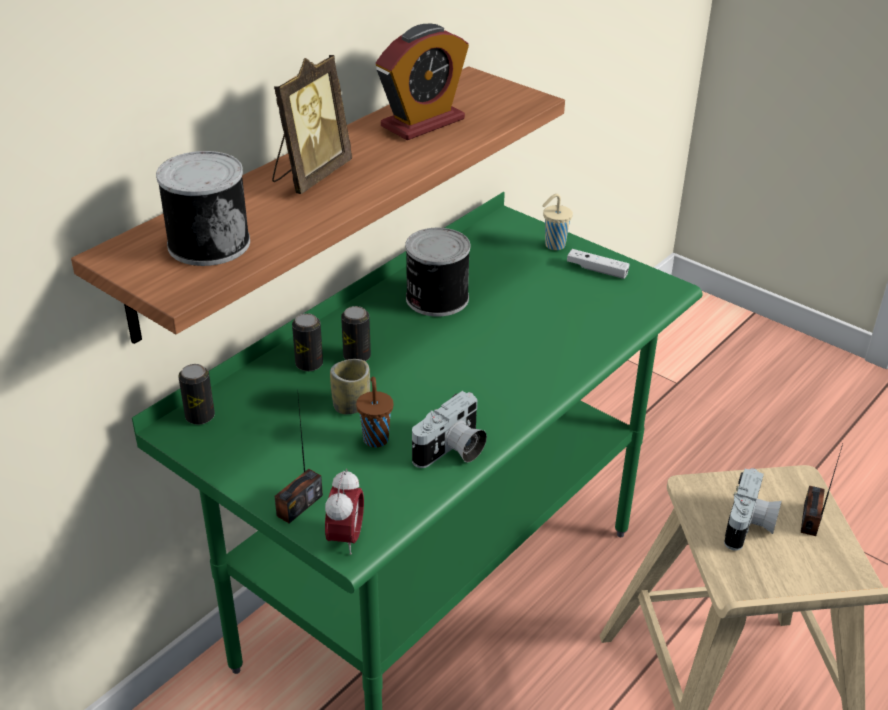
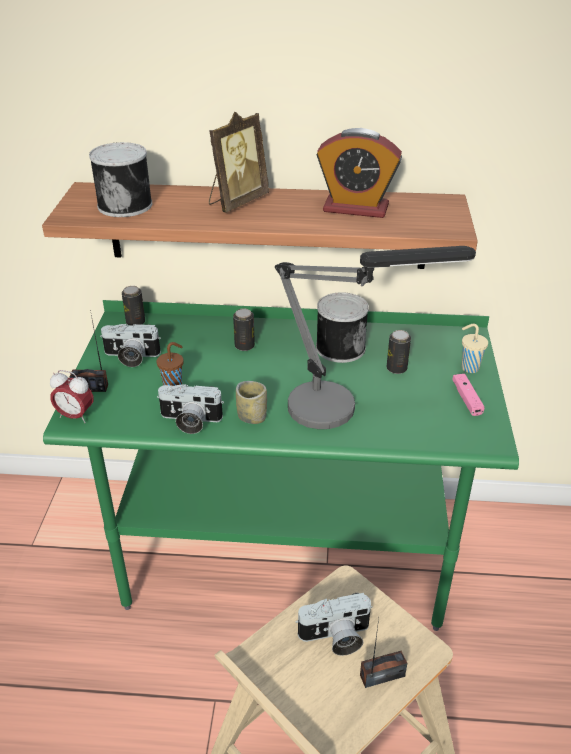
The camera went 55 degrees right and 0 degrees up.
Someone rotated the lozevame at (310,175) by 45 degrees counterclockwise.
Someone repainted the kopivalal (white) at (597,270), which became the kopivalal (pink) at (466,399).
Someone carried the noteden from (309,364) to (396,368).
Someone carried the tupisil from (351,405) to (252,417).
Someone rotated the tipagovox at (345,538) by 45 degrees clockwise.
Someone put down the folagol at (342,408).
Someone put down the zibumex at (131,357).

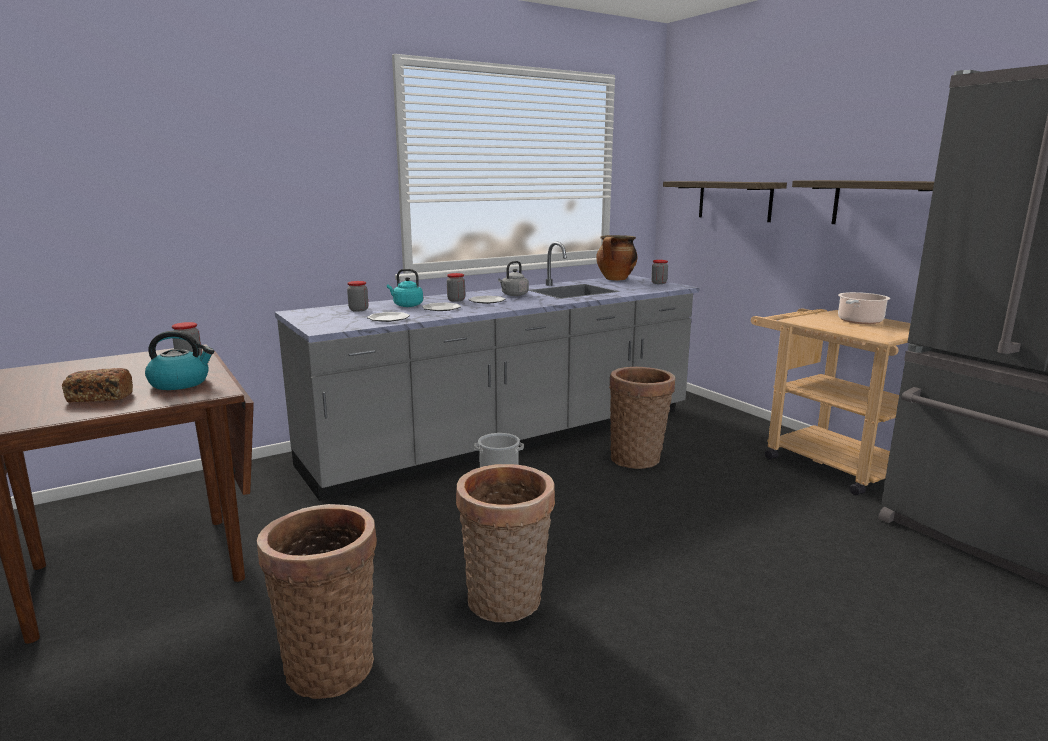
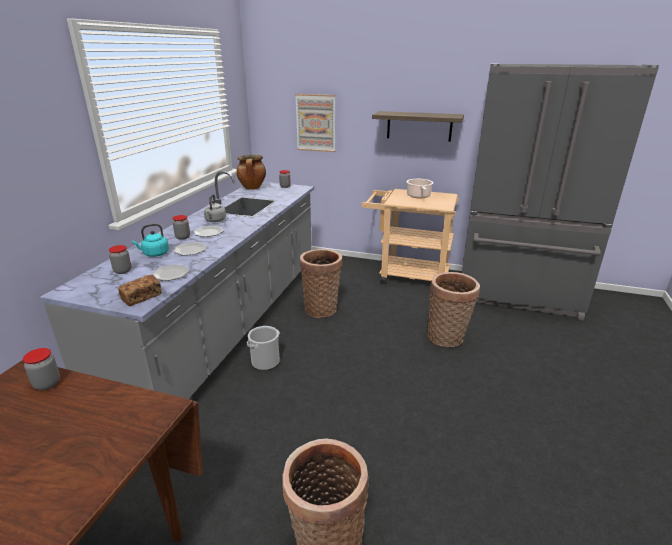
The camera went 40 degrees left and 10 degrees up.
Someone swapped the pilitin at (734,200) for the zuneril at (316,123).
Someone took away the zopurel at (181,383).
Someone carried the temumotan from (100,397) to (142,297).
Someone carried the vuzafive from (506,603) to (448,337).

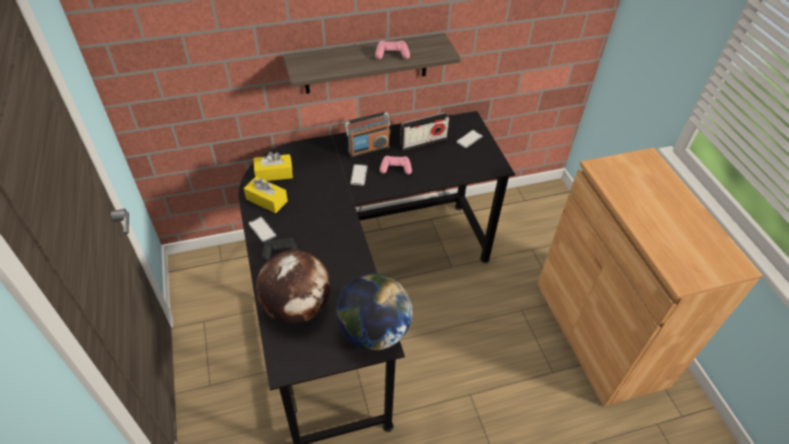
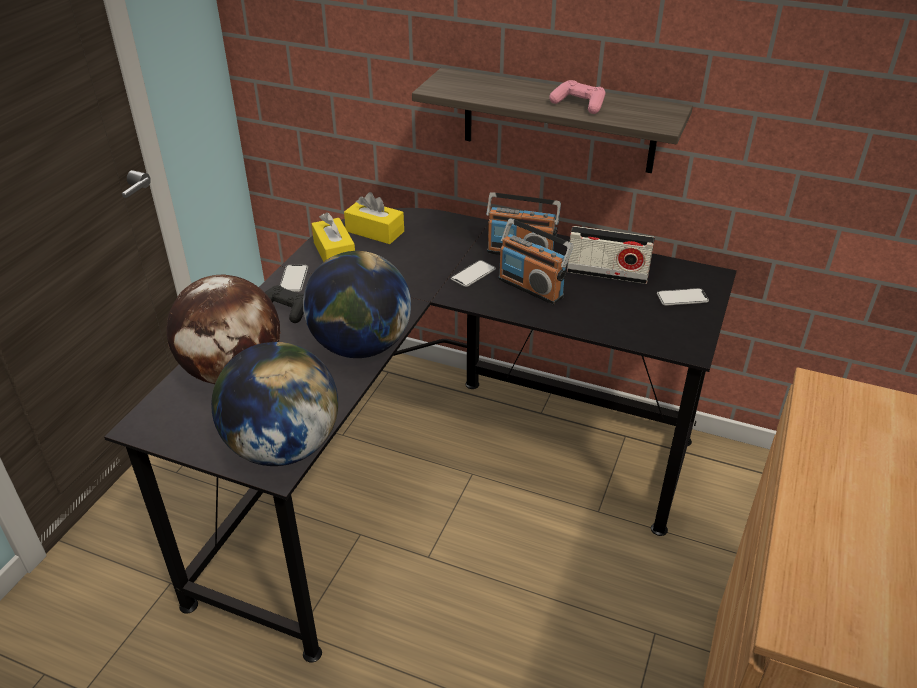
The camera went 40 degrees right and 10 degrees down.
Someone swapped the kopivalal (pink) at (395,168) for the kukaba at (531,287).
Someone put down the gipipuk at (360,346).

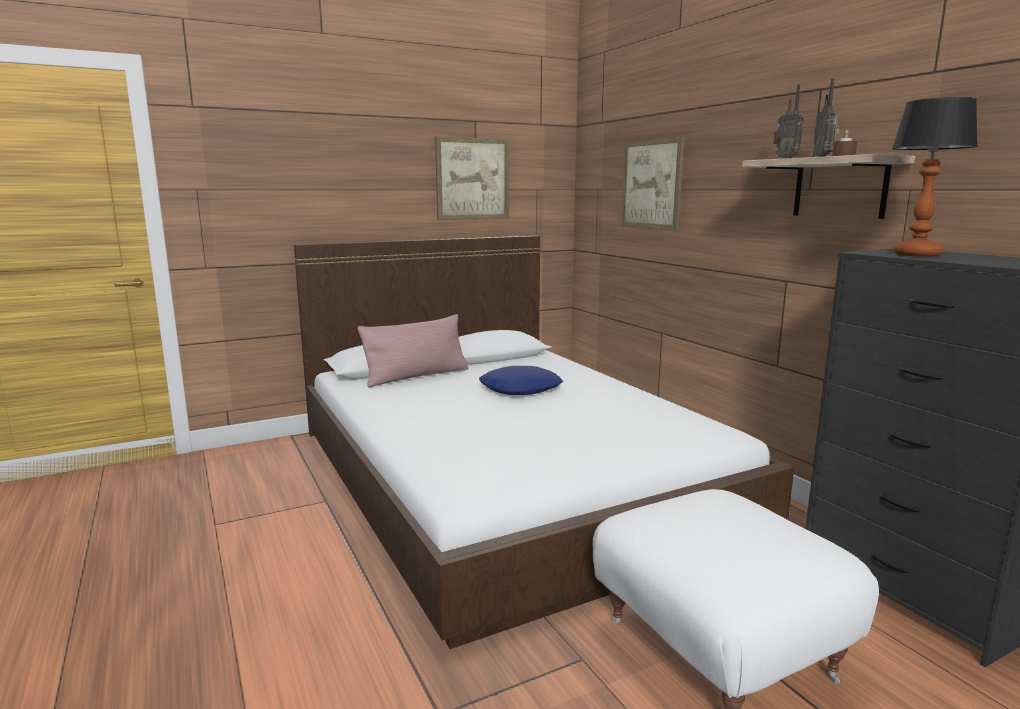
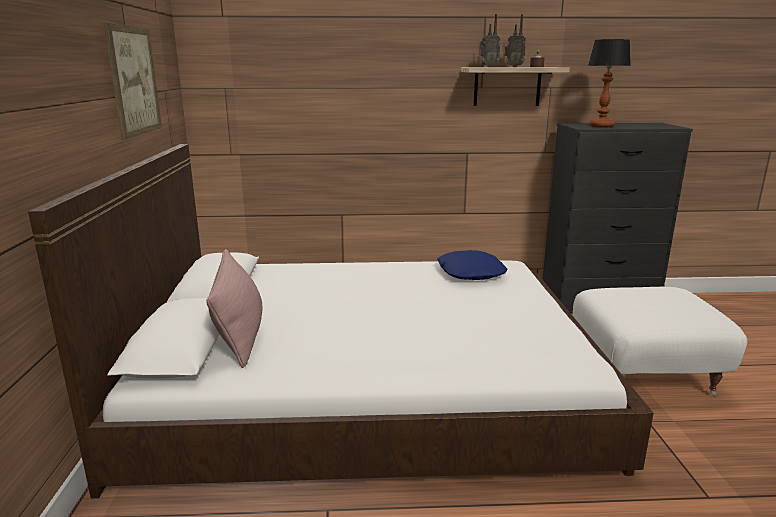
The camera went 65 degrees left and 5 degrees up.
Someone took away the zuneril at (651,184).
Someone carried the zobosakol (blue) from (520,389) to (470,273).

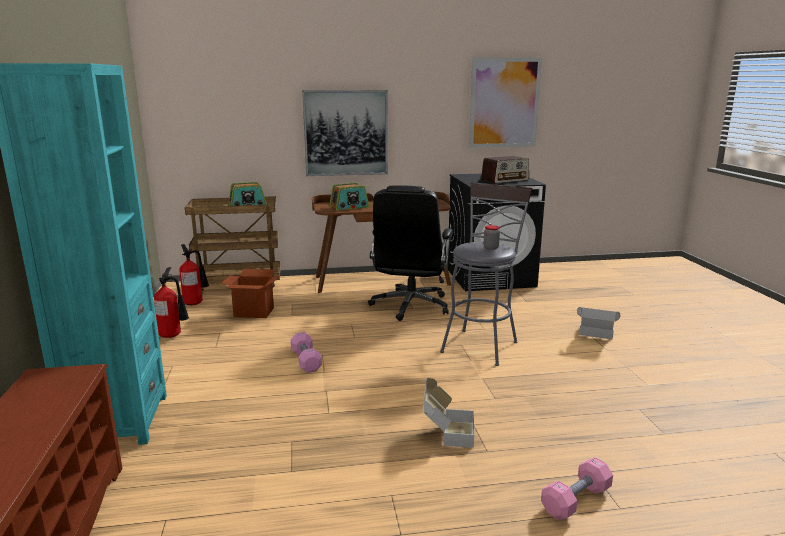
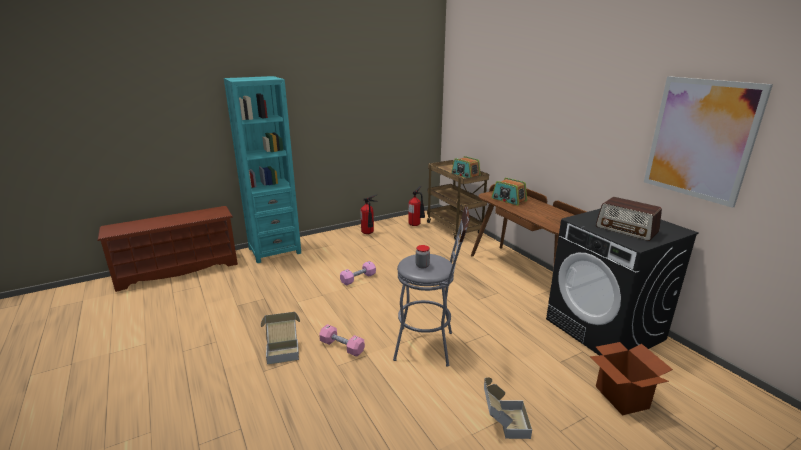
The camera went 70 degrees right and 5 degrees up.
Someone took away the zuneril at (346,133).
Someone took away the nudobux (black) at (410,306).
Someone carried the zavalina from (253,312) to (621,397).
Someone carried the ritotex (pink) from (576,500) to (342,347).

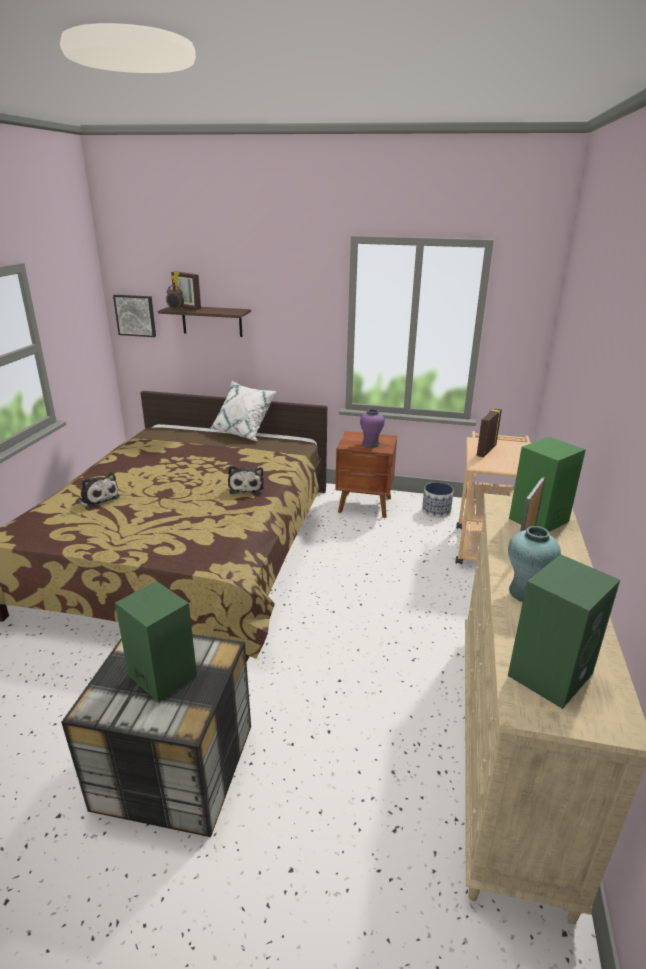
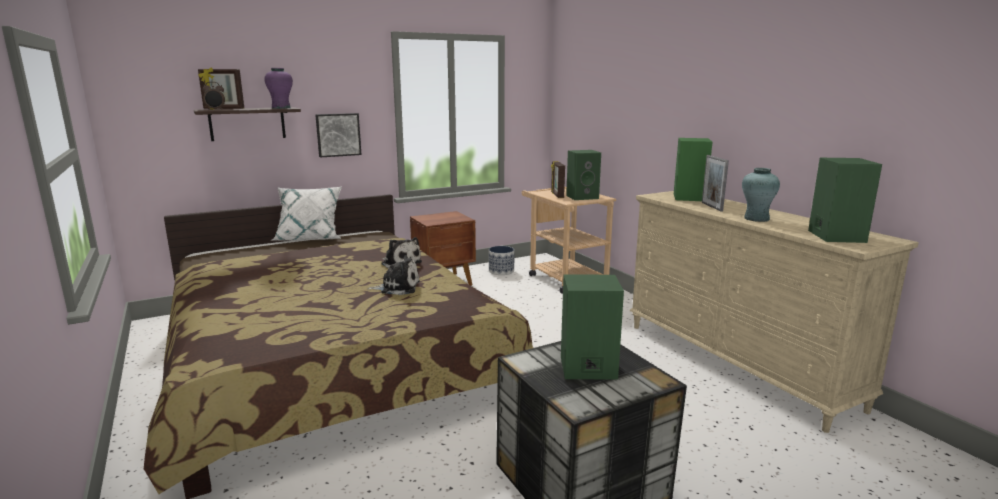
The camera went 40 degrees left and 10 degrees down.
Someone carried the zuneril from (135,315) to (338,134).
Someone carried the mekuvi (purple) from (370,444) to (281,108).
Someone carried the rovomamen from (98,498) to (397,287).
Someone put down the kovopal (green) at (582,197).

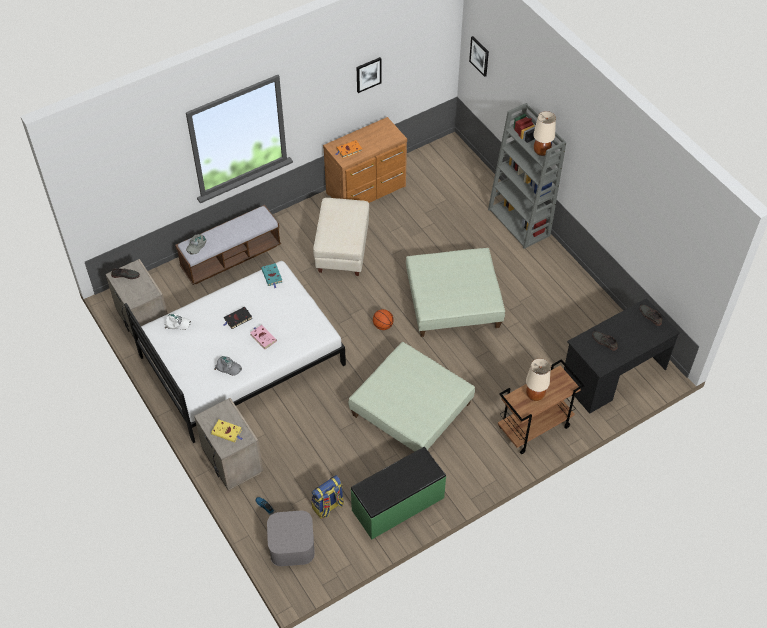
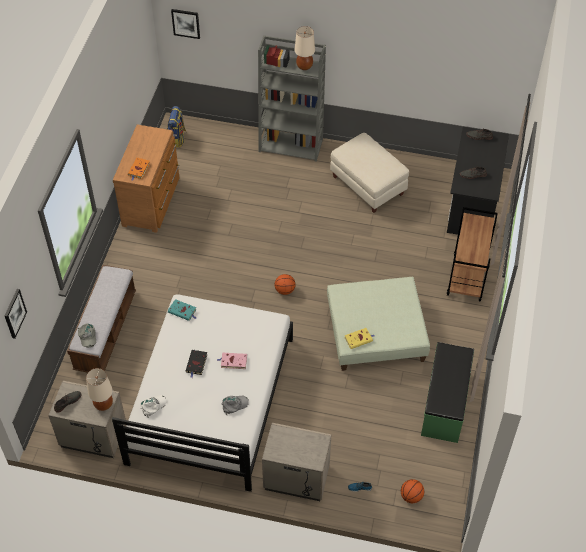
The camera went 45 degrees left and 0 degrees up.
Someone carried the zuneril from (368,74) to (14,313).
Someone carried the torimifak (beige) from (343,249) to (368,185).
Someone took away the torimifak (green) at (452,302).
Someone carried the folagol (beige) from (535,395) to (103,404).
Someone carried the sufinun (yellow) from (227,432) to (359,339).
Someone carried the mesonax from (328,506) to (177,139).
Someone swapped the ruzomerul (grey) at (291,545) for the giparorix at (411,496).

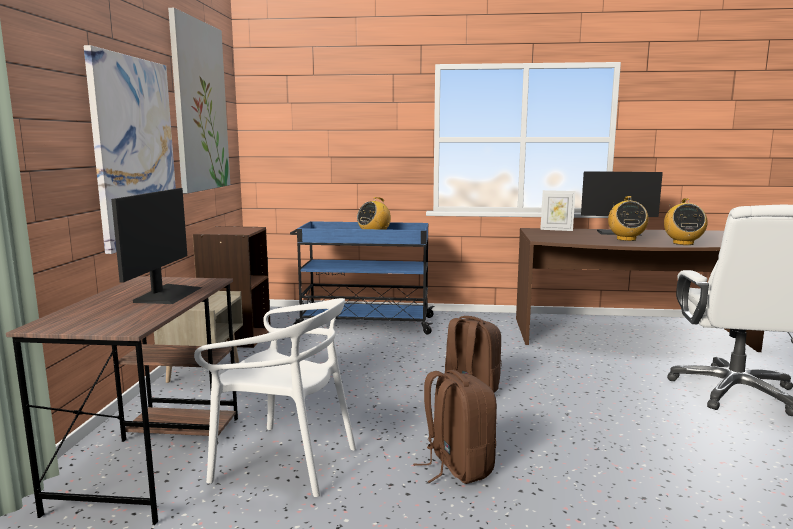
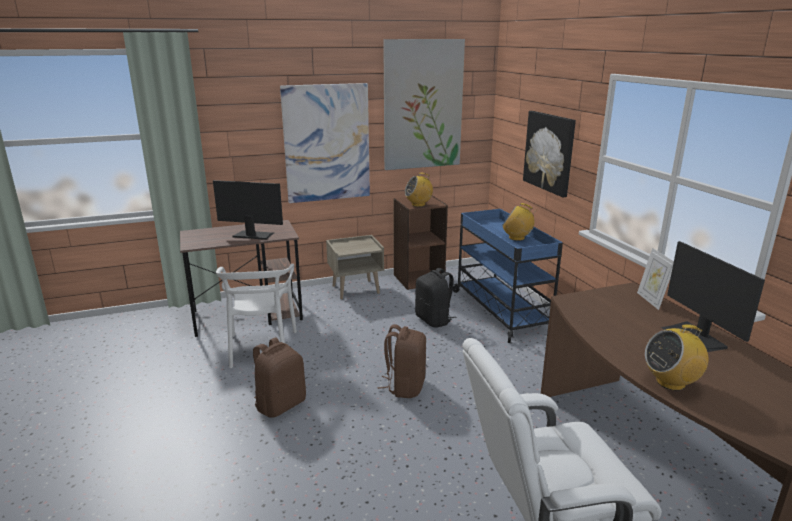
The camera went 65 degrees right and 10 degrees up.
Someone rotated the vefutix at (167,294) by 150 degrees counterclockwise.
Someone carried the kukaba from (626,239) to (418,204).
Someone put up the zuneril at (549,152).
Someone put down the mesonax (black) at (434,320).

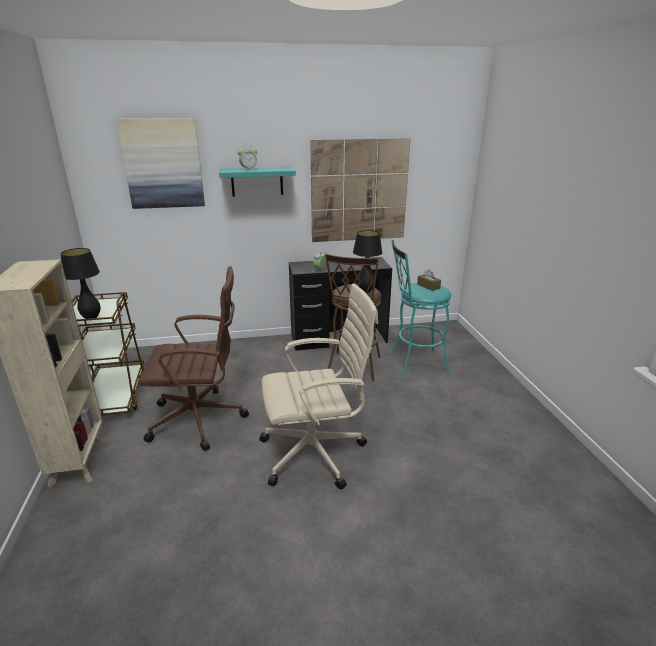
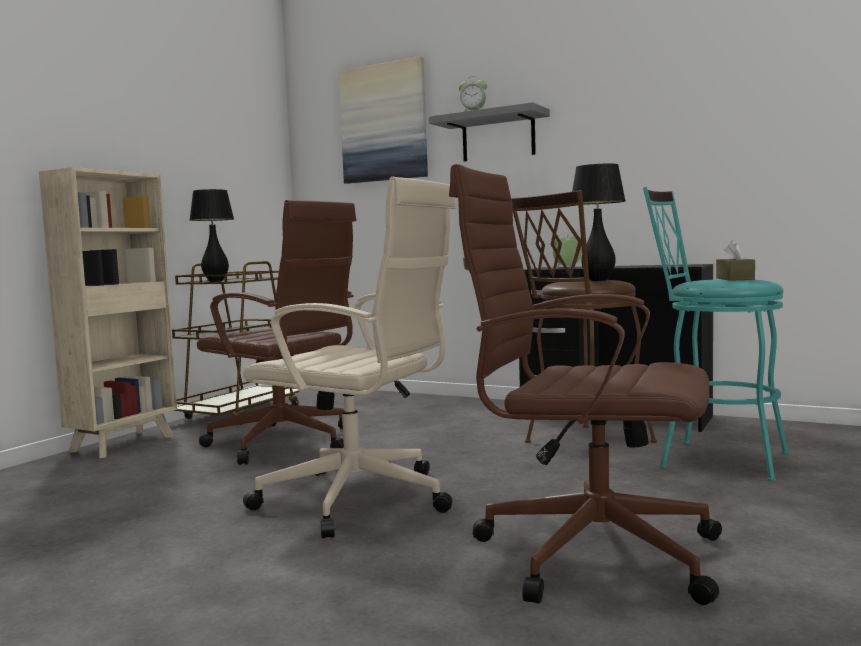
The camera went 40 degrees right and 20 degrees down.
Someone took away the zuneril at (359,191).
Someone repainted the pilitin (turquoise) at (257,181), which became the pilitin (grey) at (498,137).
Someone put down the nudobux (brown) at (589,552).

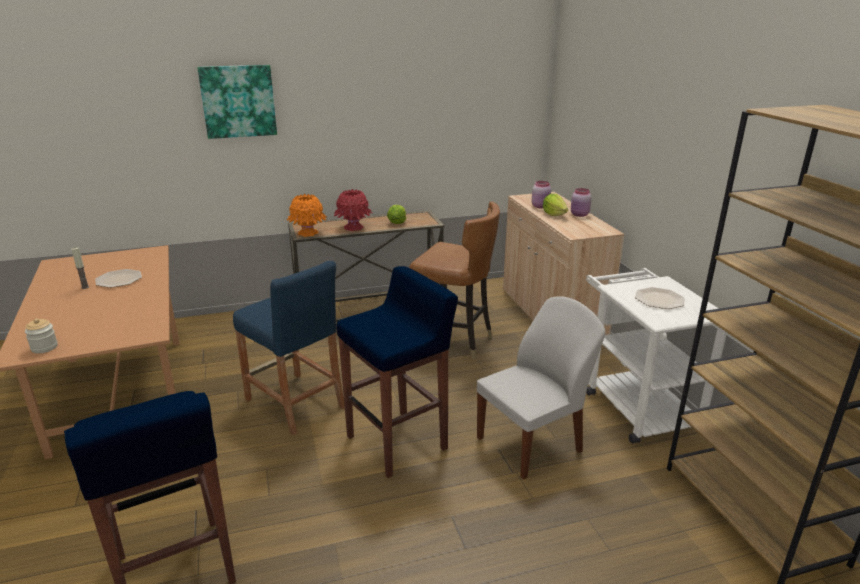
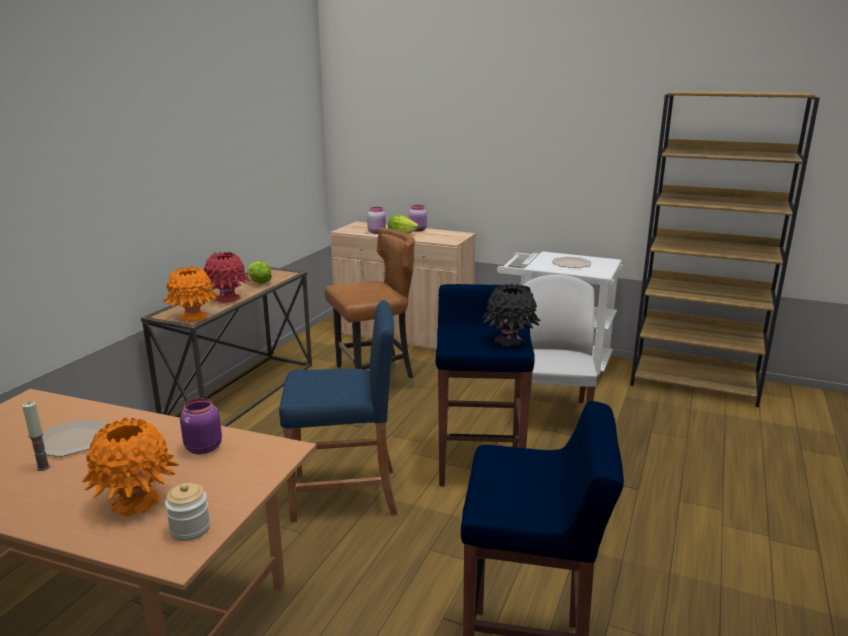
The camera went 50 degrees left and 5 degrees down.
Someone took away the zuneril at (238,101).
Someone put down the mekuvi (black) at (509,341).
Someone put down the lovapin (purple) at (202,448).
Someone put down the mekuvi (orange) at (136,502).

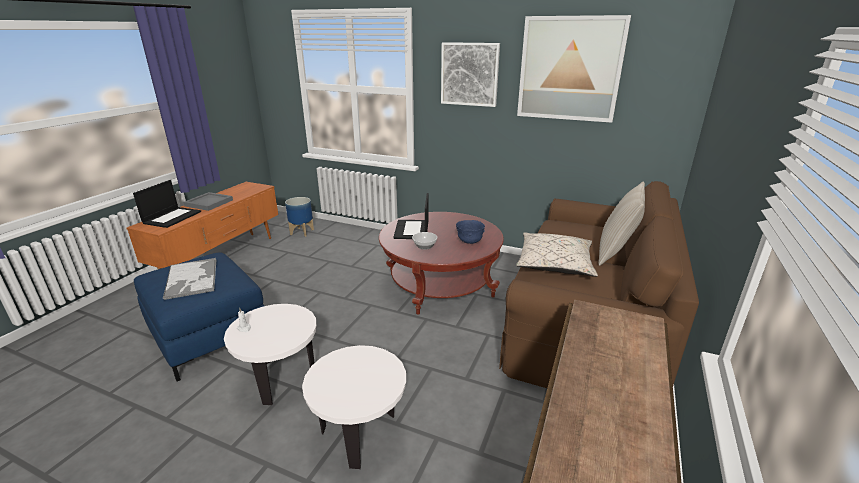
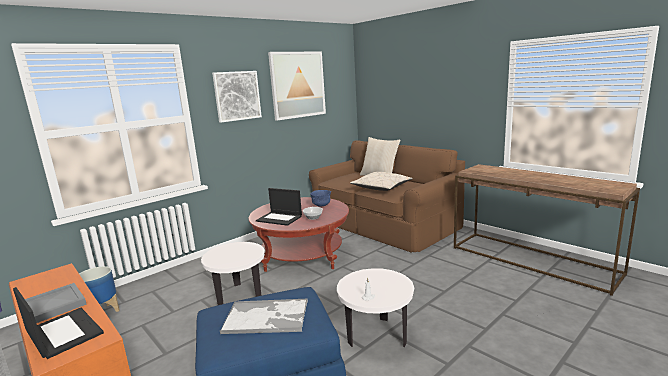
The camera went 65 degrees left and 10 degrees down.
Someone carried the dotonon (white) from (360,434) to (239,296).

